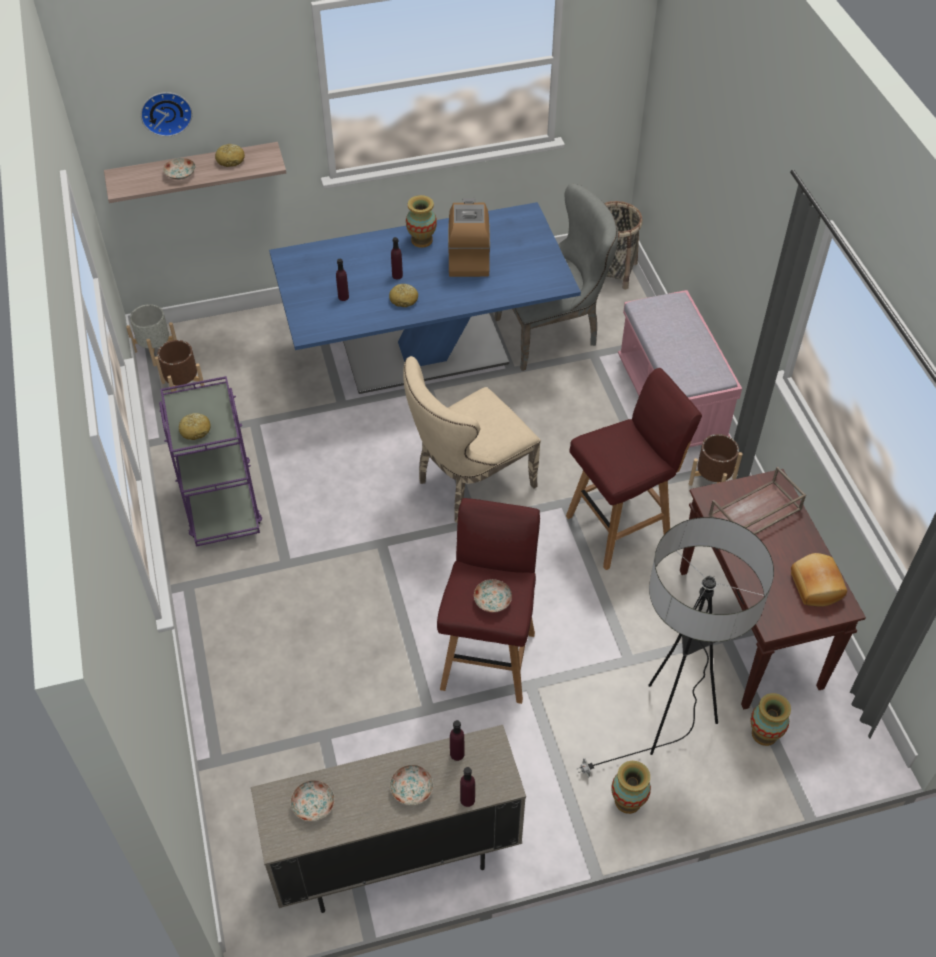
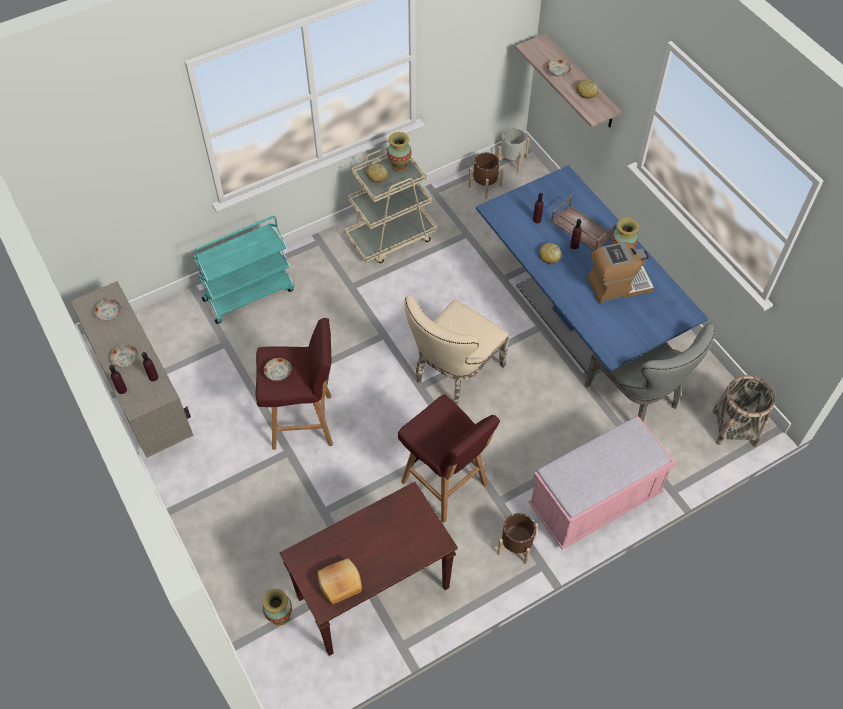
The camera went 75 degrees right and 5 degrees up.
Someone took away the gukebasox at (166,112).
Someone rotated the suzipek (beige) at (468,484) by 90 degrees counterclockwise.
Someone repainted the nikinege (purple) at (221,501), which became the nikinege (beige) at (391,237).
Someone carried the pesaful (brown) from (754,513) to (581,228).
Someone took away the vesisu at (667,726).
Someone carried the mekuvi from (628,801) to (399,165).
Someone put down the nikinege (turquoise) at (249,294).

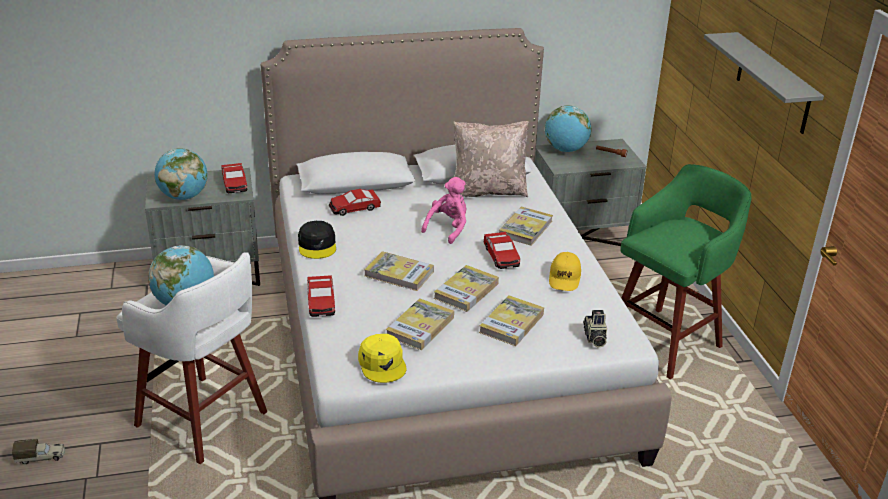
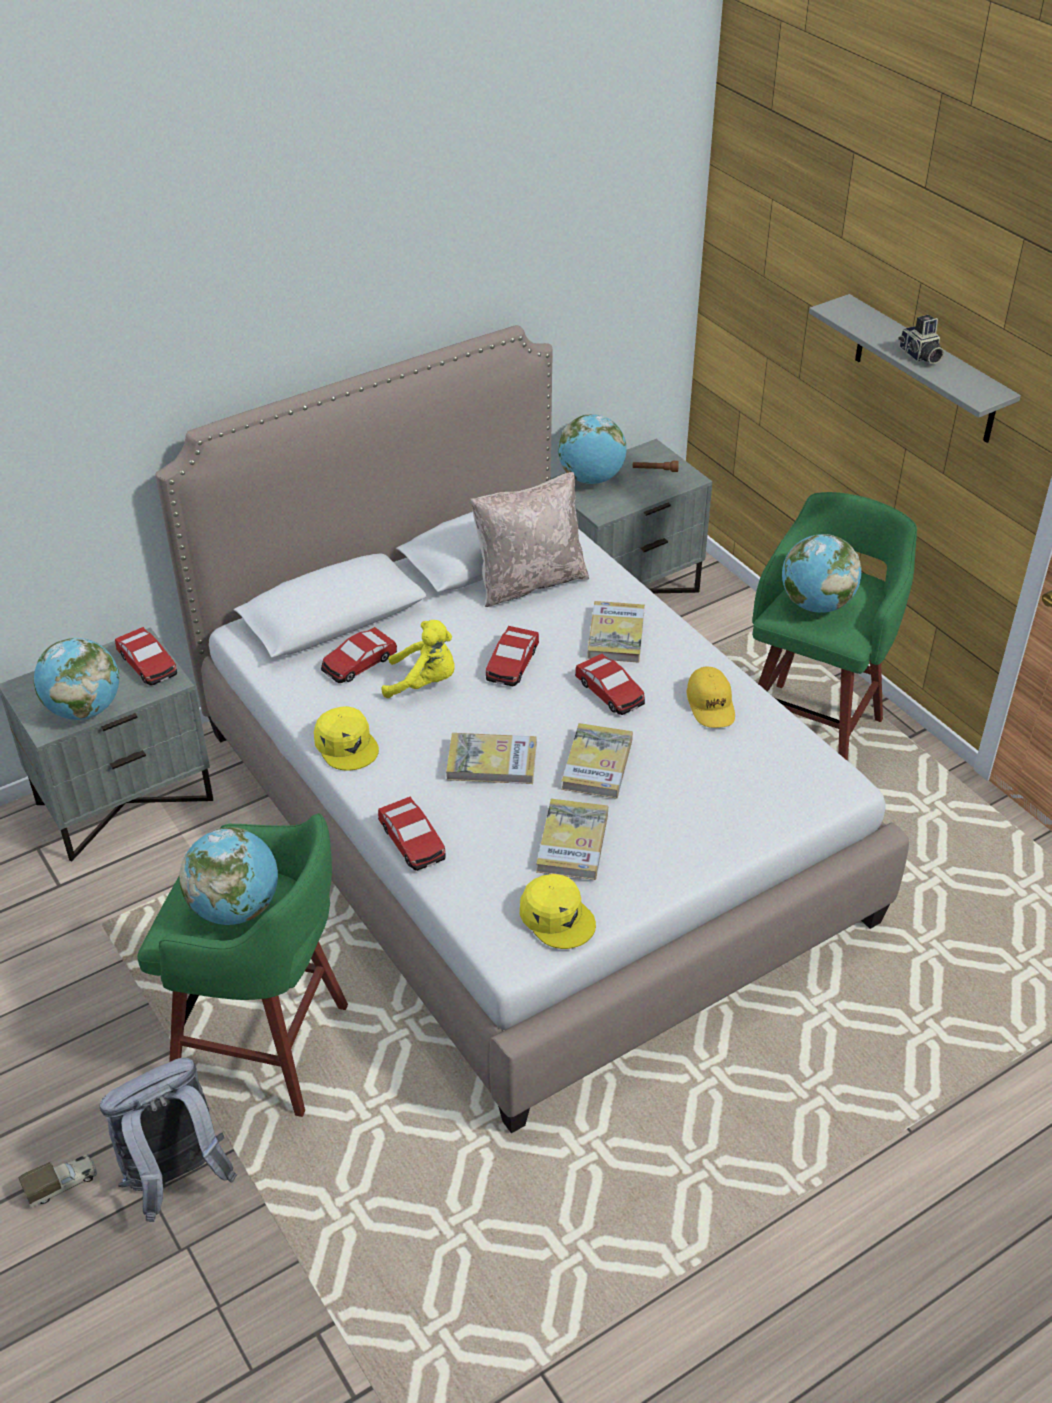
The camera went 20 degrees left and 10 degrees up.
Someone swapped the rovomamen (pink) at (448,228) for the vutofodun at (512,663).
Someone repainted the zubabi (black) at (317,245), which became the zubabi (yellow) at (346,744).
Someone repainted the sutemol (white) at (204,421), which became the sutemol (green) at (266,1048).
Someone took away the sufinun at (511,323).
Someone carried the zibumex from (594,338) to (920,356).
Someone put down the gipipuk at (816,604).
Someone put down the rovomamen (yellow) at (424,682).
Someone put down the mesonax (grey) at (176,1179).

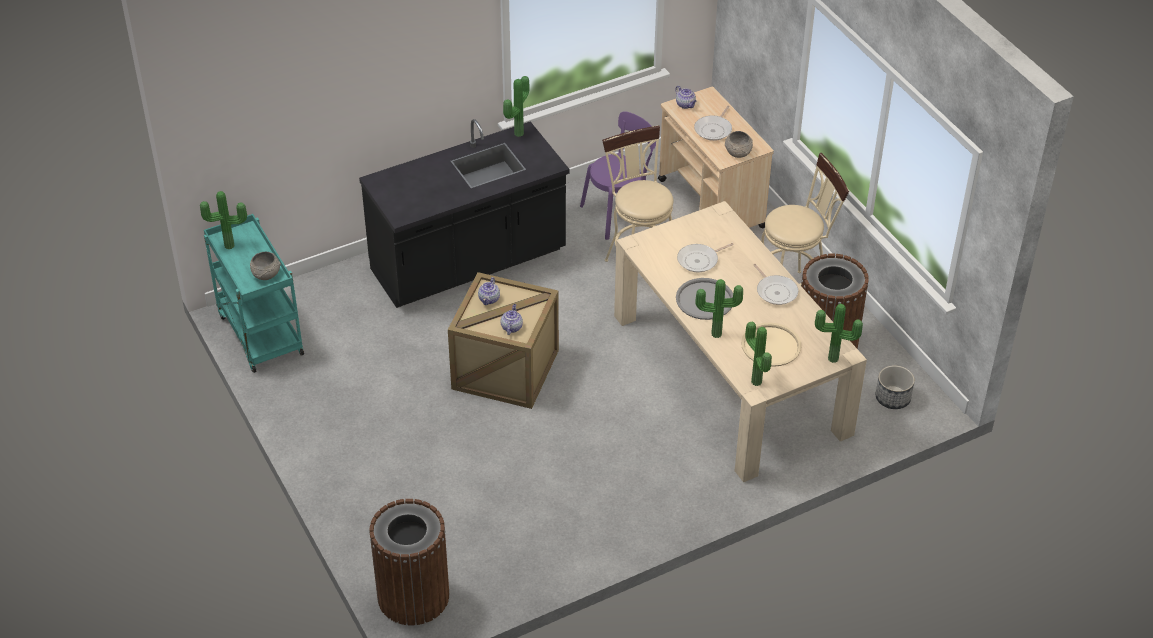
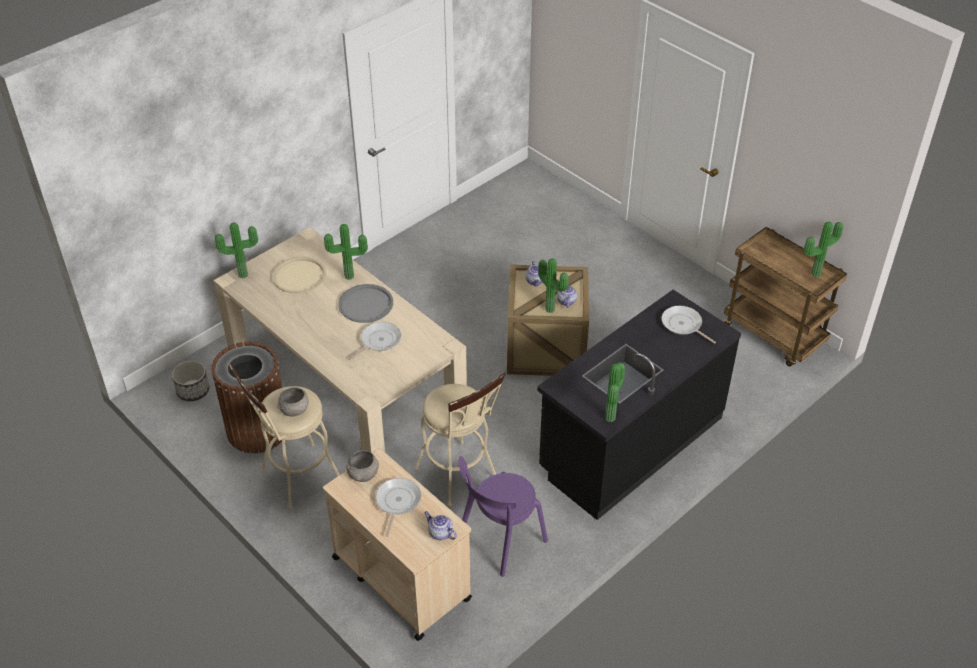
The camera went 165 degrees right and 0 degrees up.
Someone repainted the nikinege (turquoise) at (259,334), which became the nikinege (brown) at (774,335).
Someone carried the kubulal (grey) from (266,274) to (294,410).
Someone carried the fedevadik from (775,291) to (683,325).
Someone carried the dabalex from (754,382) to (551,308).
Someone took away the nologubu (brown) at (413,596).

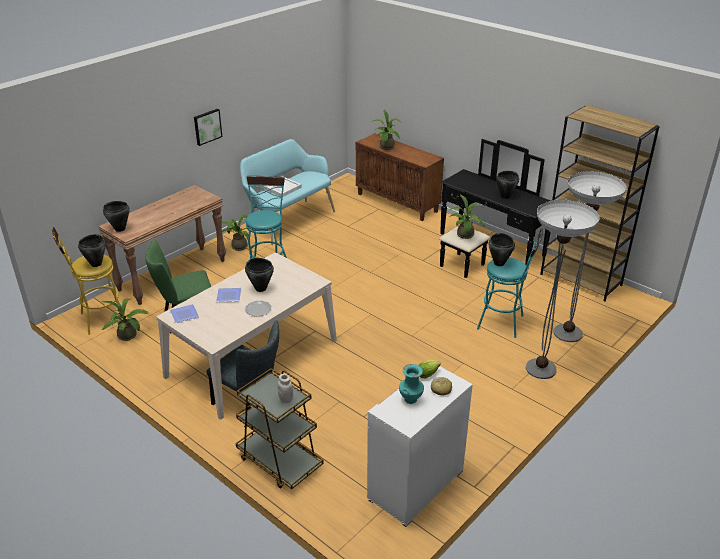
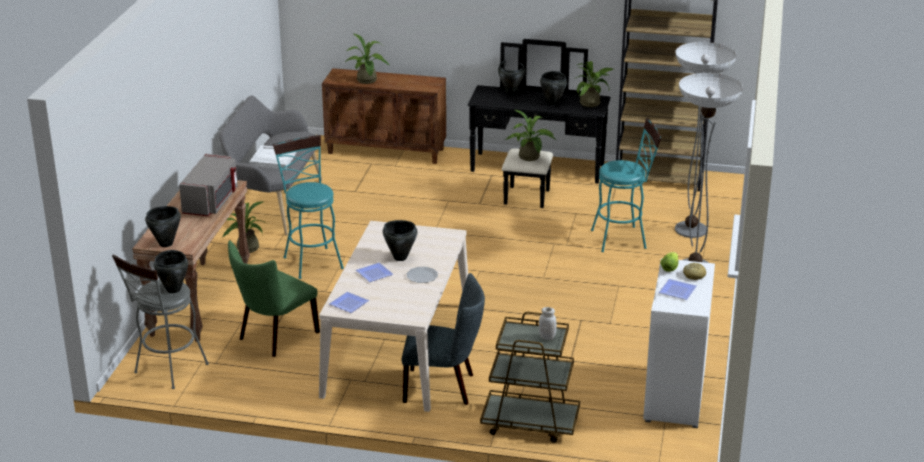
The camera went 30 degrees left and 5 degrees down.
Someone took away the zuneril at (207,126).
Someone repainted the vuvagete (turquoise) at (288,220), which became the vuvagete (grey) at (274,204).
Someone repainted the sutemol (yellow) at (99,320), which became the sutemol (grey) at (167,371).
Someone carried the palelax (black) from (499,263) to (511,92).
Someone carried the dabalex from (129,336) to (592,103).
Someone swapped the mekuvi (turquoise) at (410,399) for the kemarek at (677,290).
Someone put down the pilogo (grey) at (211,201).

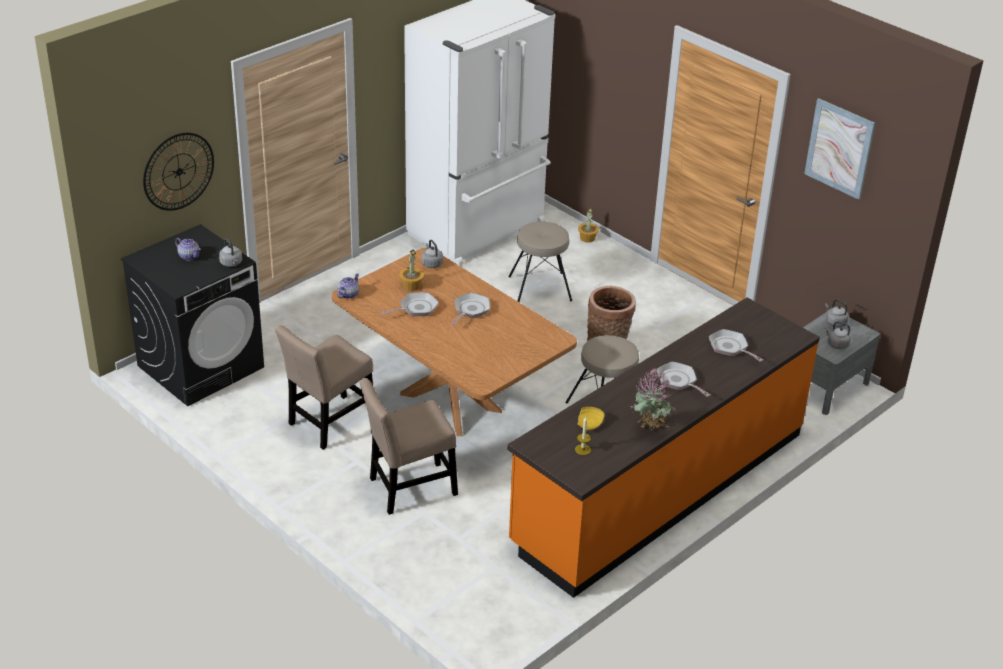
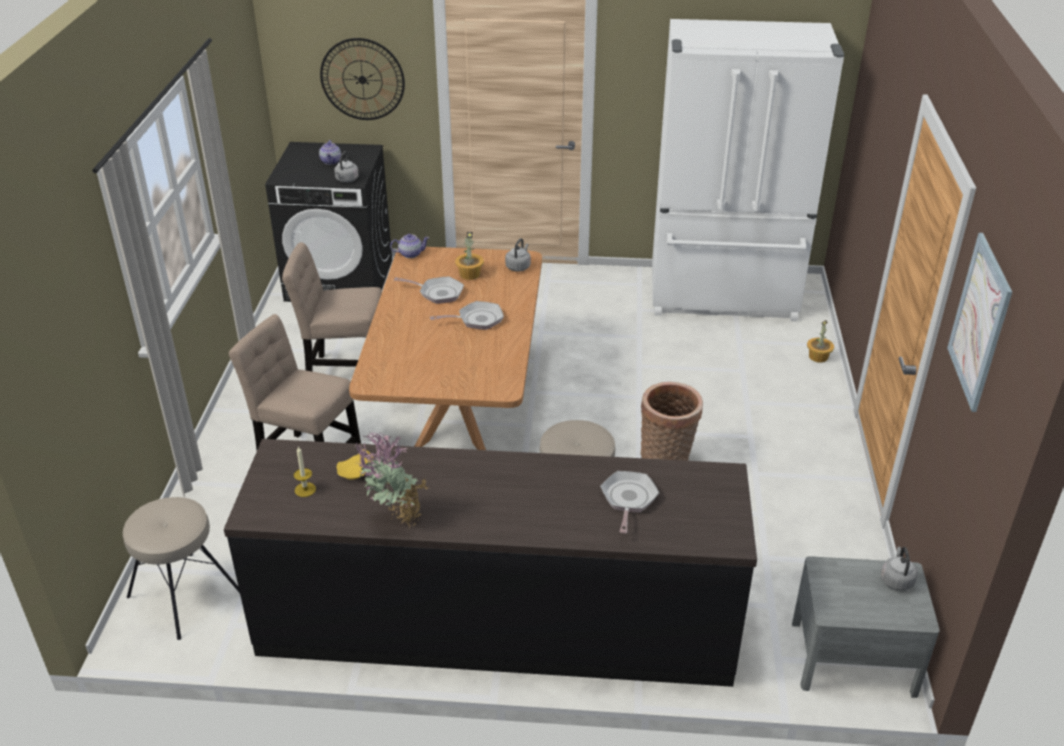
The camera went 50 degrees right and 0 degrees up.
Someone carried the sutemol (beige) from (540,289) to (184,595).
Someone repainted the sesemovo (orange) at (659,488), which became the sesemovo (black) at (497,622).
Someone took away the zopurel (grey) at (836,344).
Someone took away the fedevadik at (678,381).

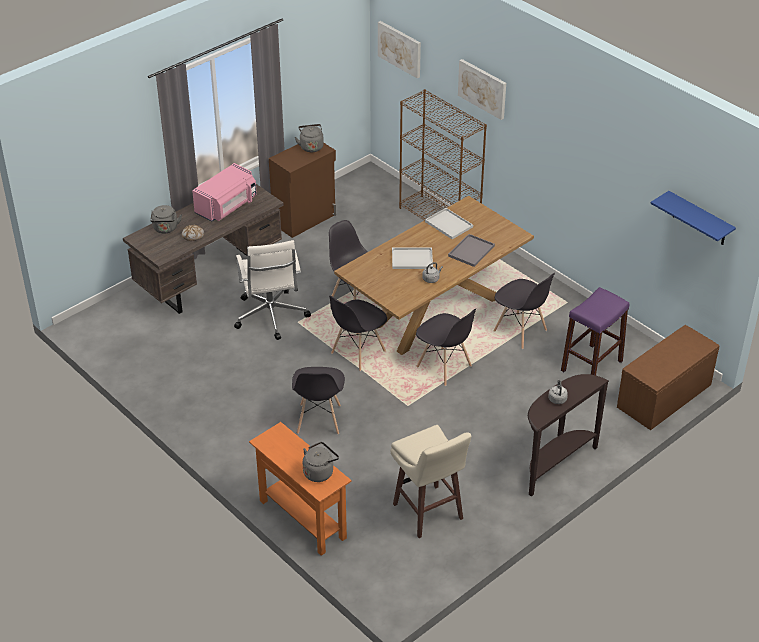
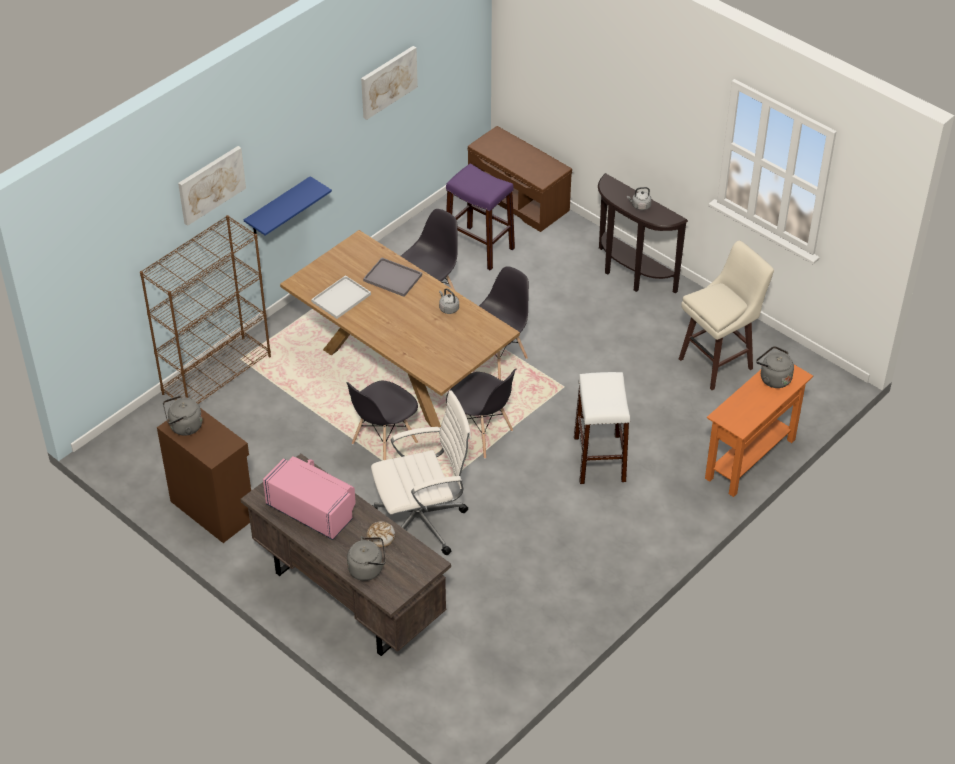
The camera went 95 degrees left and 5 degrees up.
Someone carried the zuneril from (400,48) to (388,81).
Someone carried the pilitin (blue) from (699,219) to (278,208).
Someone took away the pesaful (white) at (411,259).
Someone swapped the suzipek (grey) at (319,420) for the sutemol (white) at (599,459).

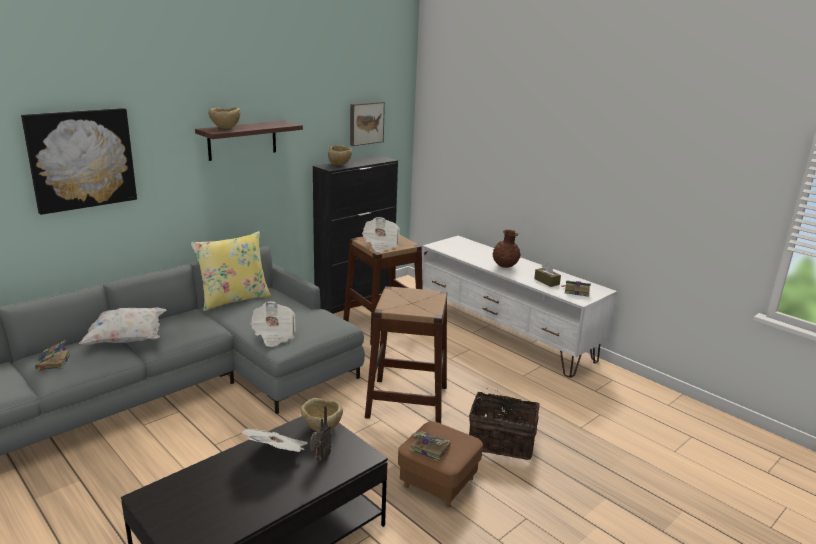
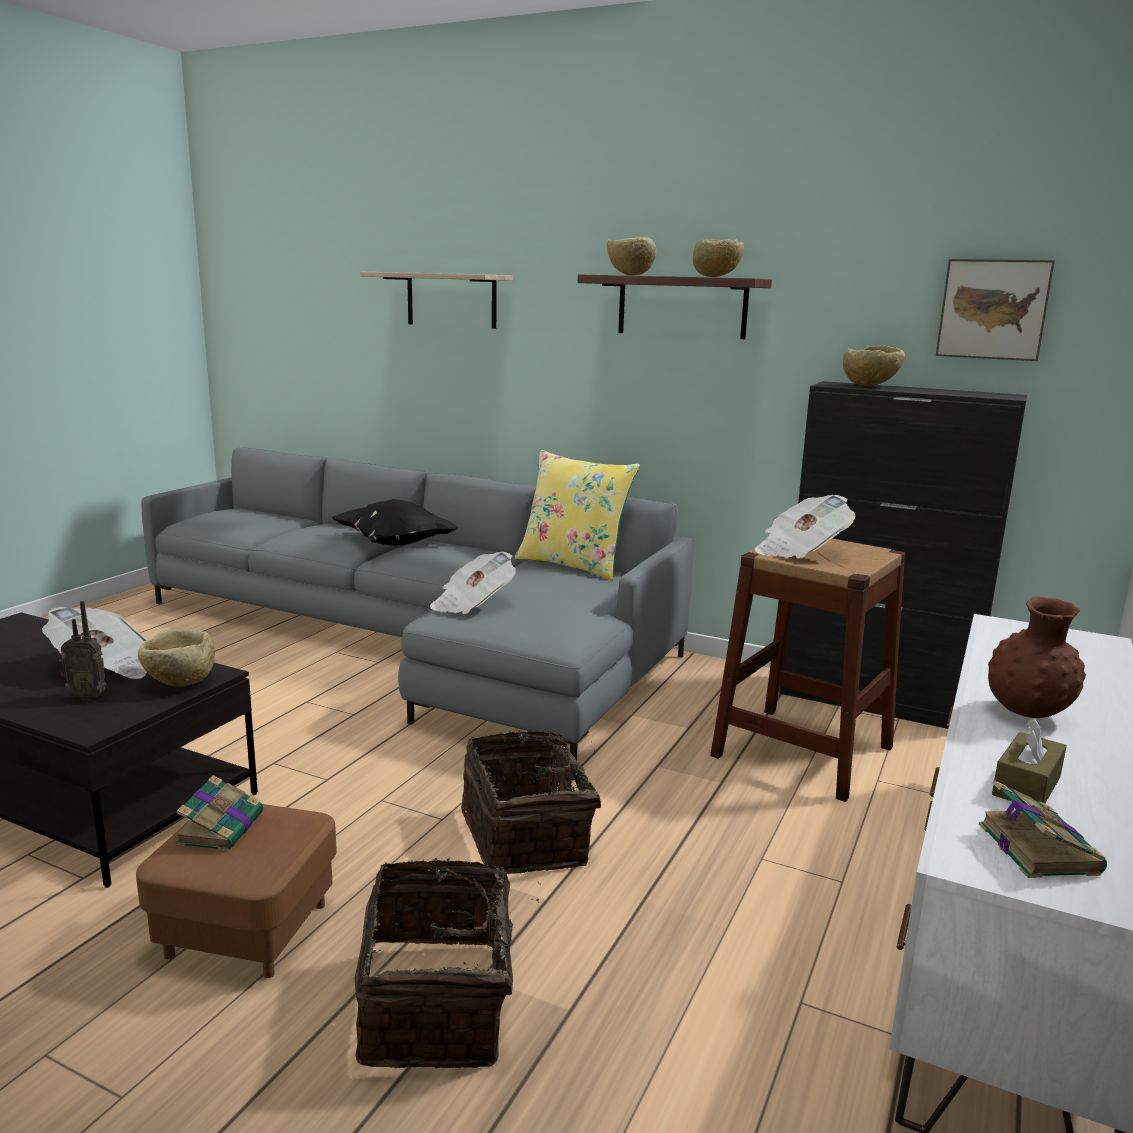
The camera went 70 degrees right and 5 degrees down.
Someone swapped the zuneril at (81,159) for the pilitin at (451,300).
Someone swapped the sutemol (brown) at (407,401) for the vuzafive at (528,836).
Someone repainted the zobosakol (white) at (127,339), which became the zobosakol (black) at (396,545).
Someone took away the sufinun at (53,362).
Someone put down the kubulal (beige) at (716,277).

